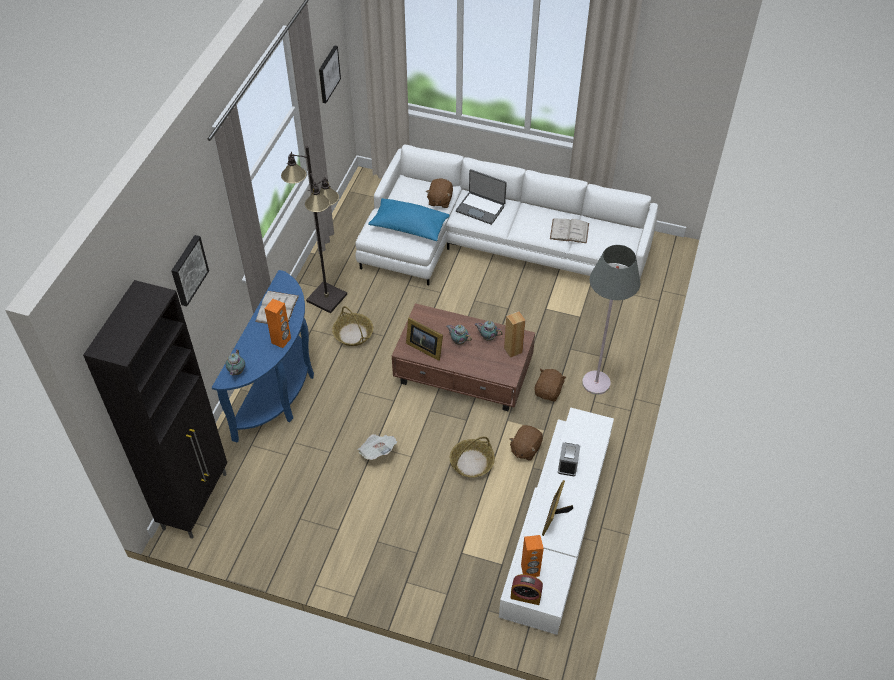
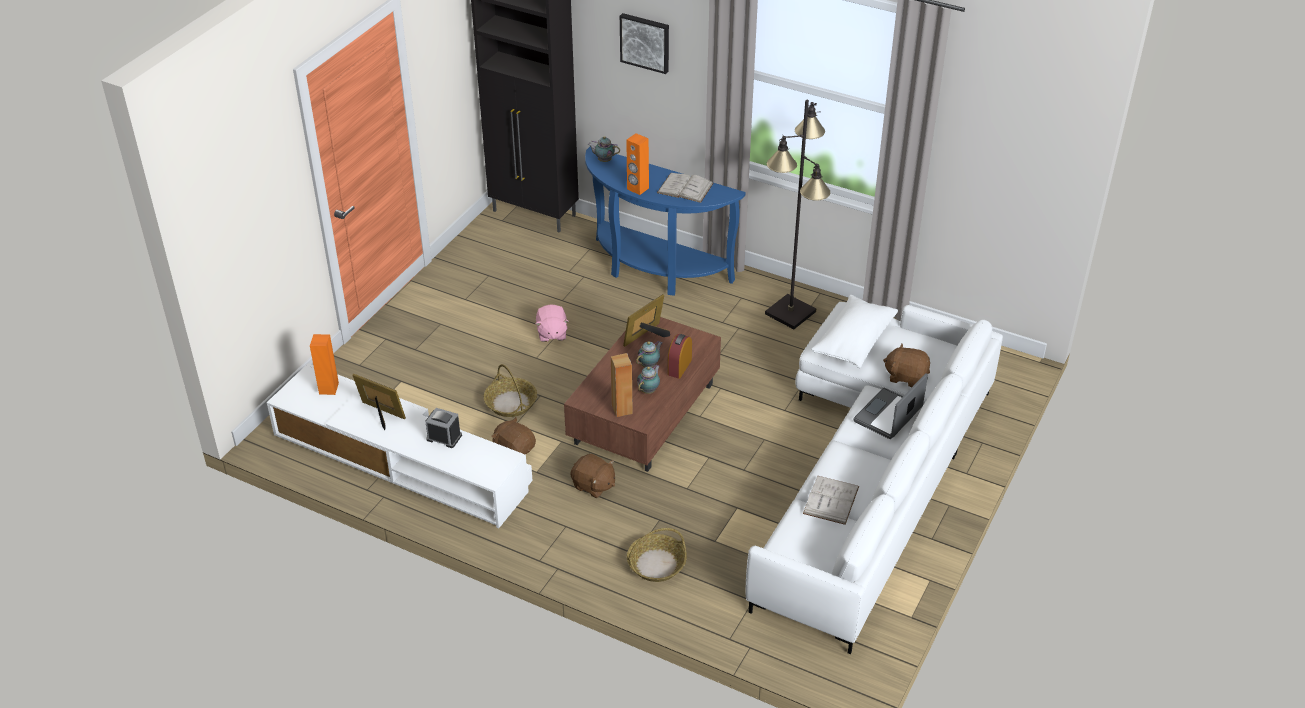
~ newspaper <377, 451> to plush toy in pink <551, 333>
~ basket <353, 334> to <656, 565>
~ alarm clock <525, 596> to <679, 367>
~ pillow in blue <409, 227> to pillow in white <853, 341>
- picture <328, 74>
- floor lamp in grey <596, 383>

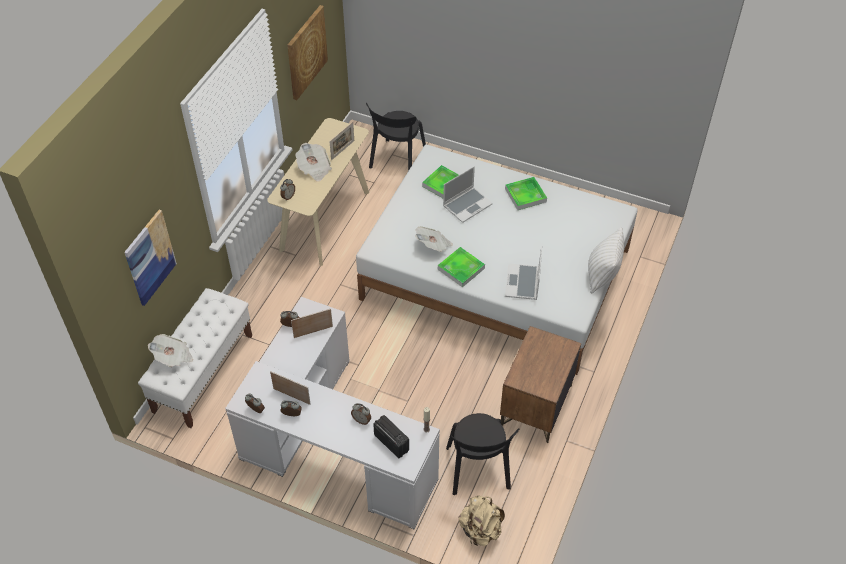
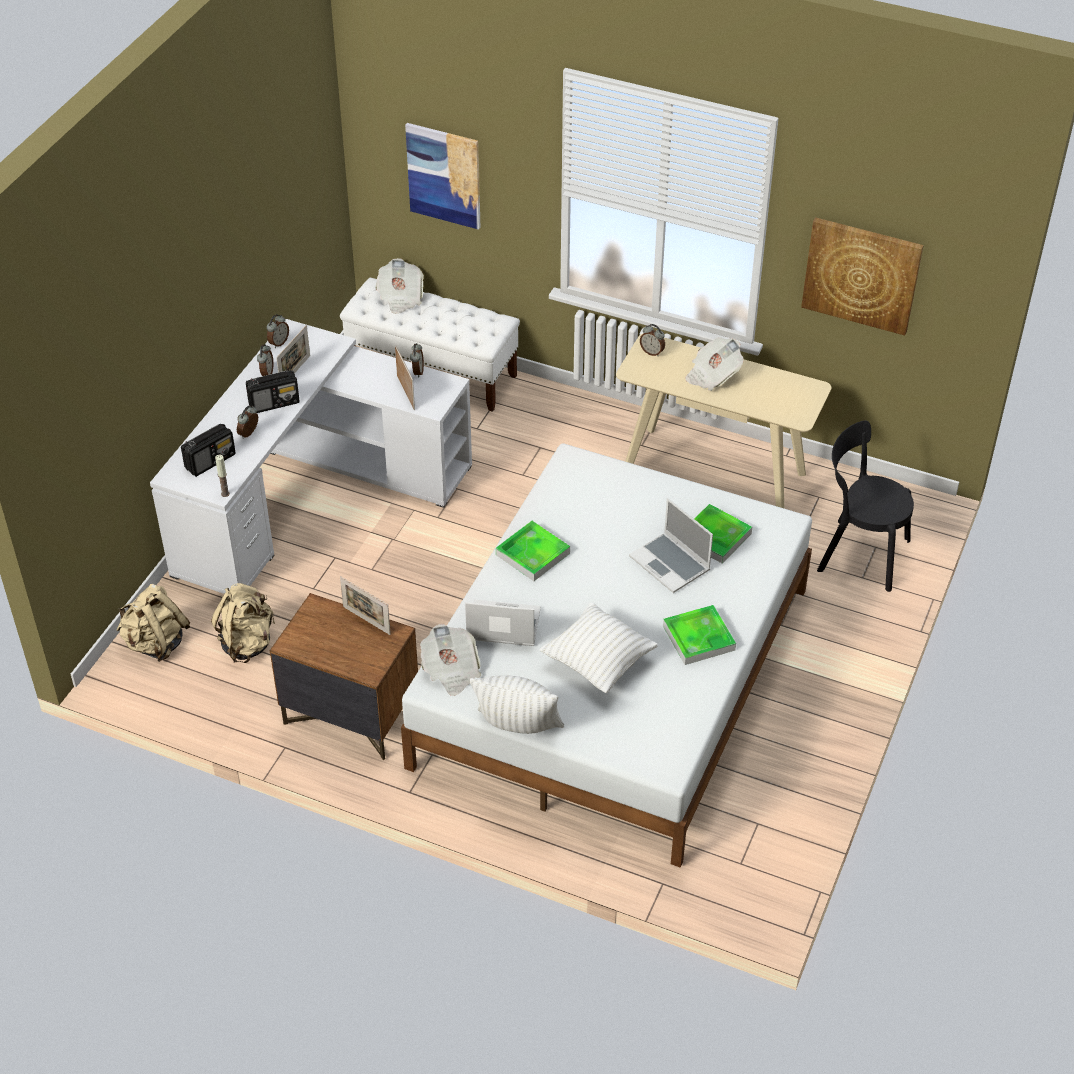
~ chair in black <478, 471> to backpack in beige <247, 643>
+ radio <274, 403>
~ picture frame <342, 150> to <366, 620>
~ newspaper <433, 245> to <451, 671>
+ pillow in white <598, 662>

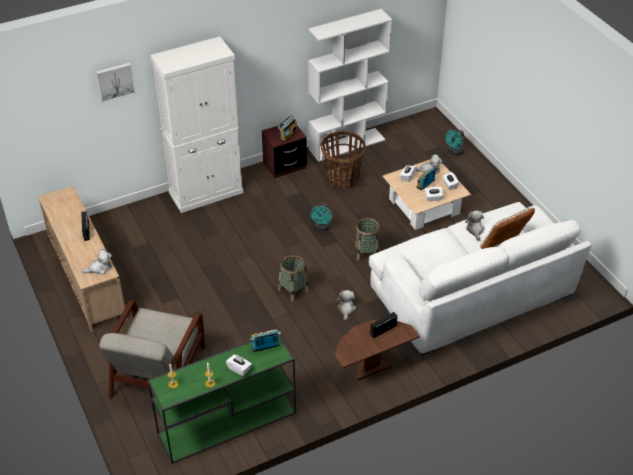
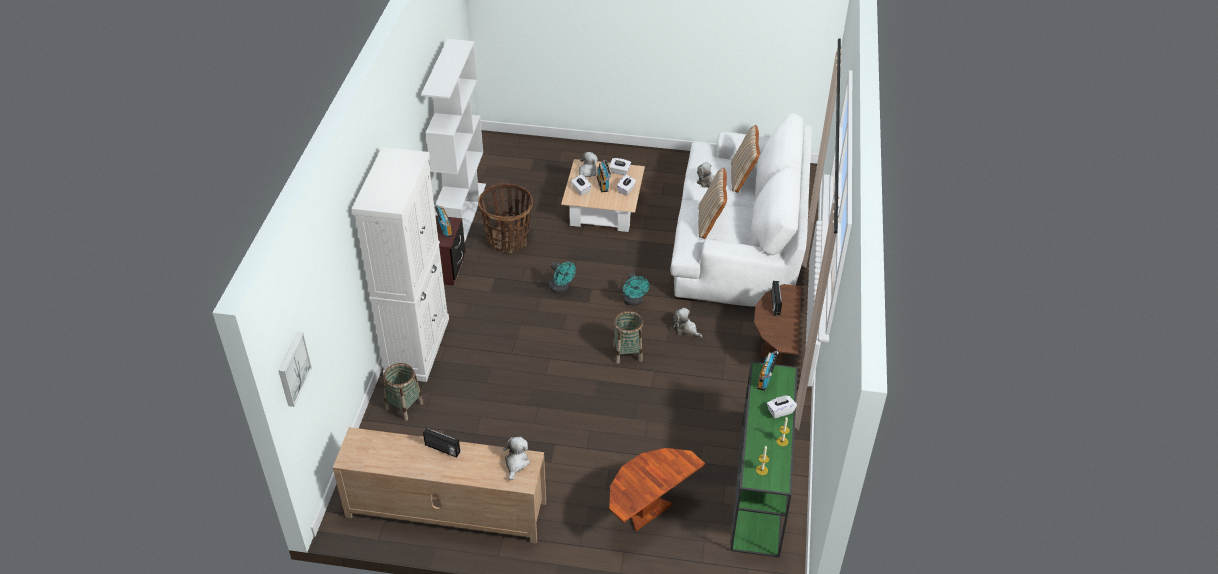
~ picture <115, 81> to <292, 369>
~ basket <366, 252> to <404, 406>
~ armchair in grey <157, 373> to side table in brown <648, 512>
~ fan in turquoise <454, 152> to <634, 302>
+ pillow in beige <710, 223>

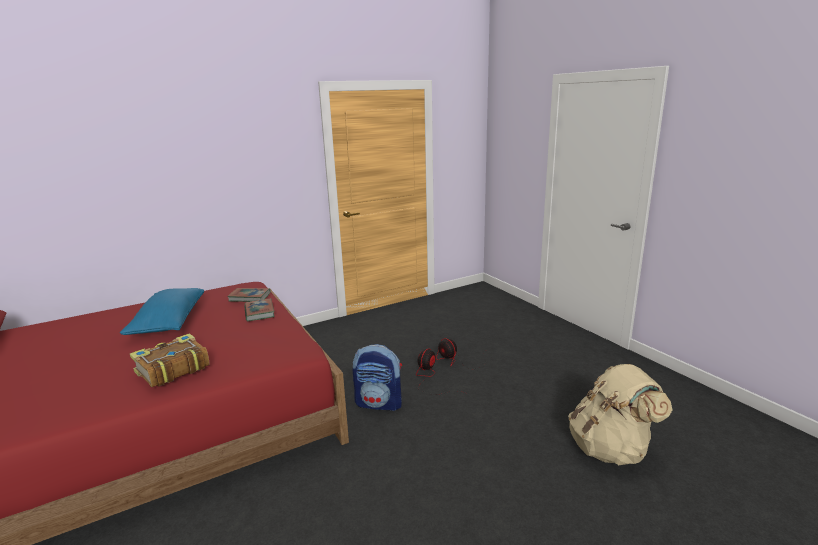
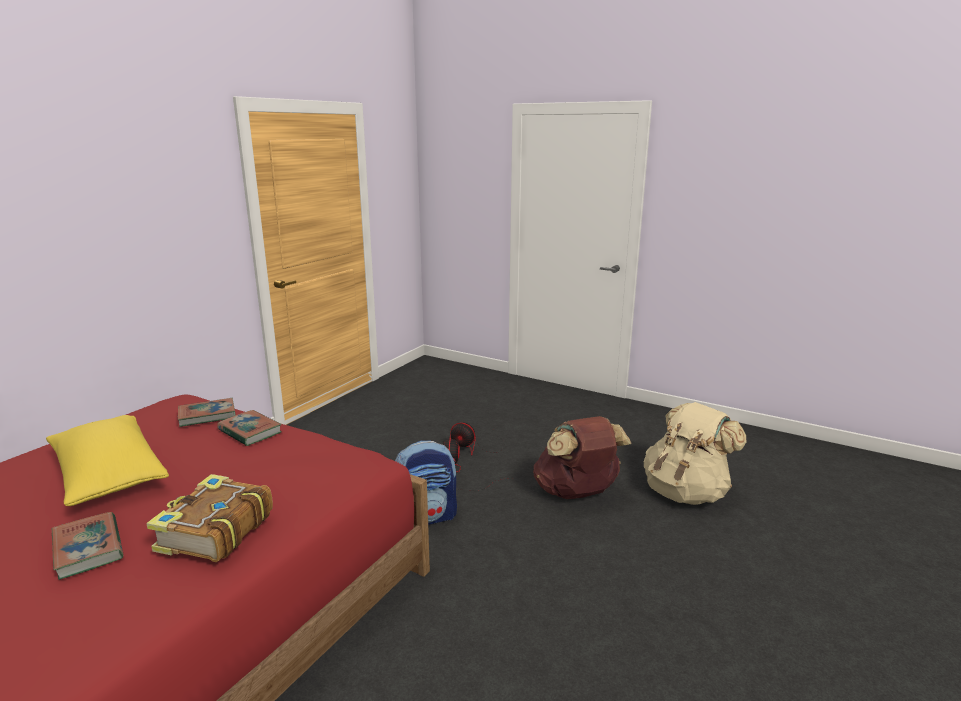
~ pillow in blue <169, 323> to pillow in yellow <109, 476>
+ book <88, 549>
+ backpack in brown <577, 493>

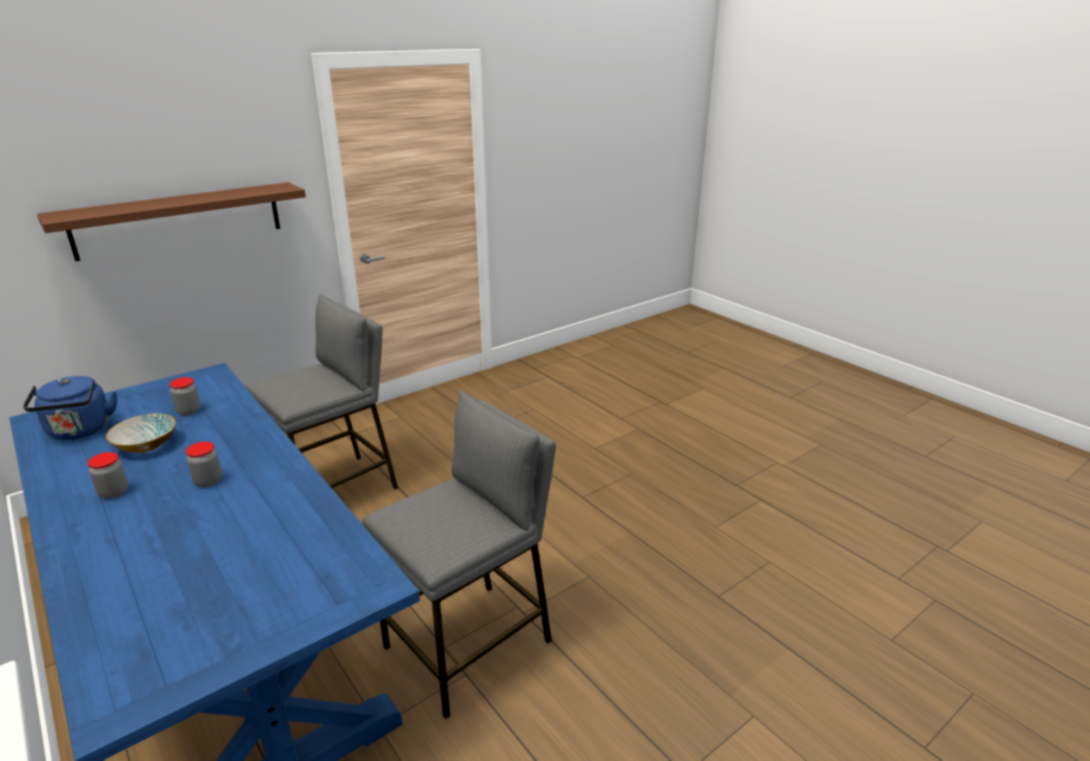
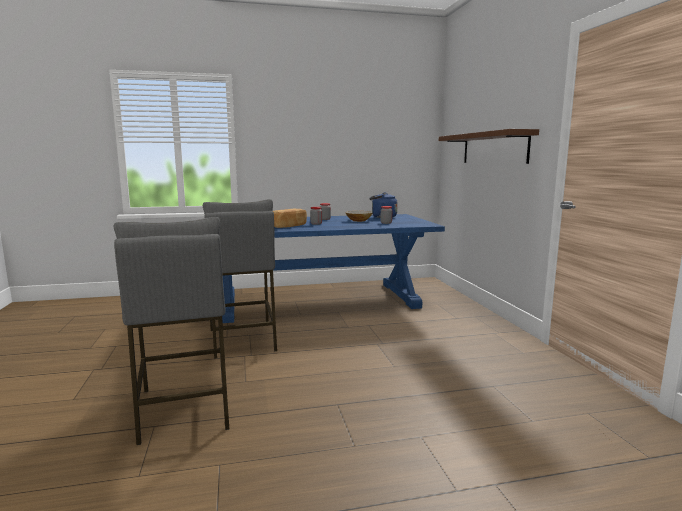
~ stool in grey <335, 491> to <184, 408>
+ bread <290, 226>

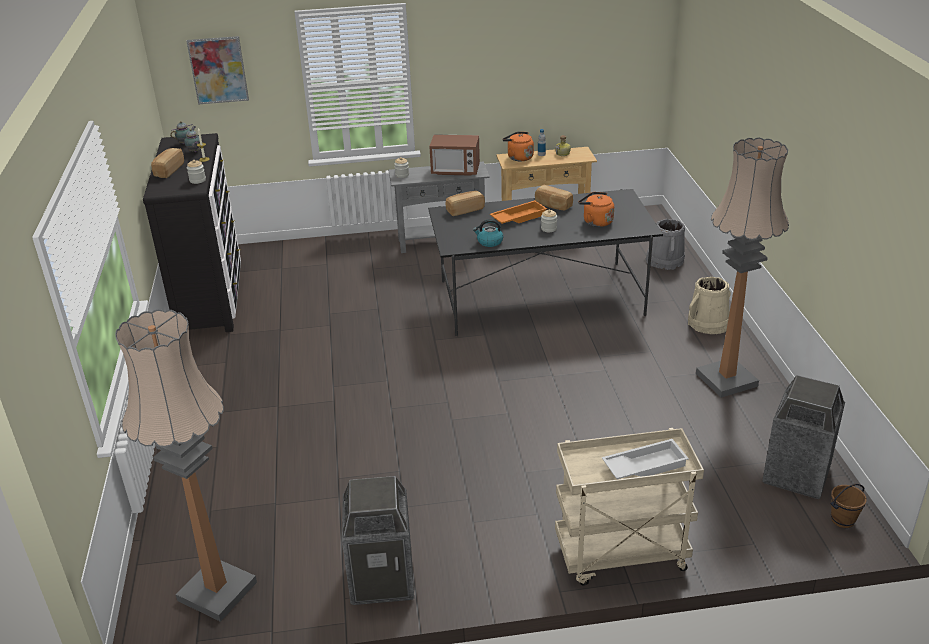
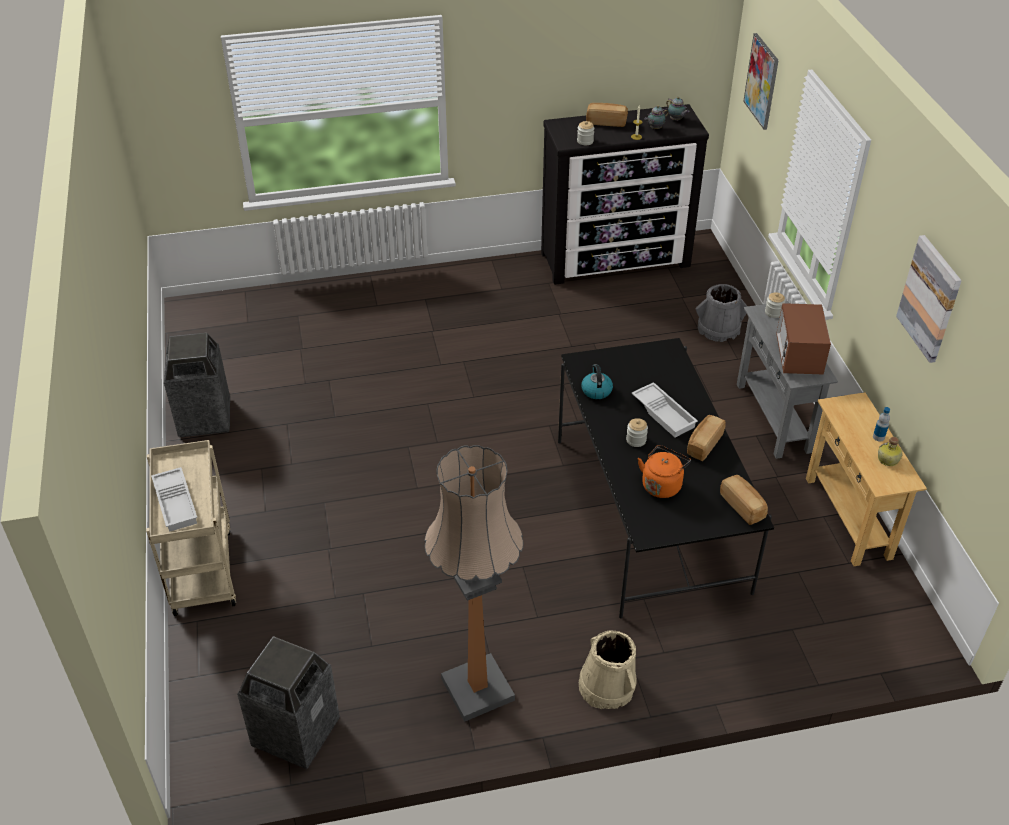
~ tray in orange <518, 217> to tray in white <664, 413>
~ bucket in grey <665, 261> to <718, 329>
~ bread <464, 210> to <743, 506>
+ picture <930, 298>
- floor lamp <217, 591>
- kettle in orange <518, 157>
- bucket in brown <843, 520>

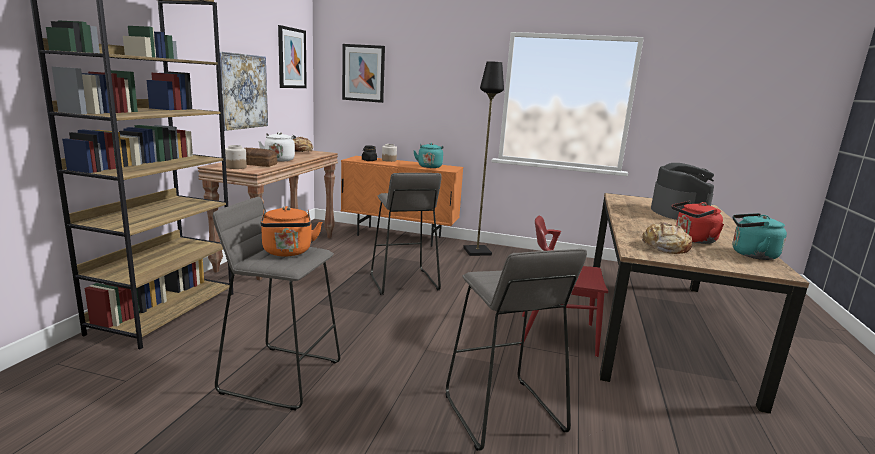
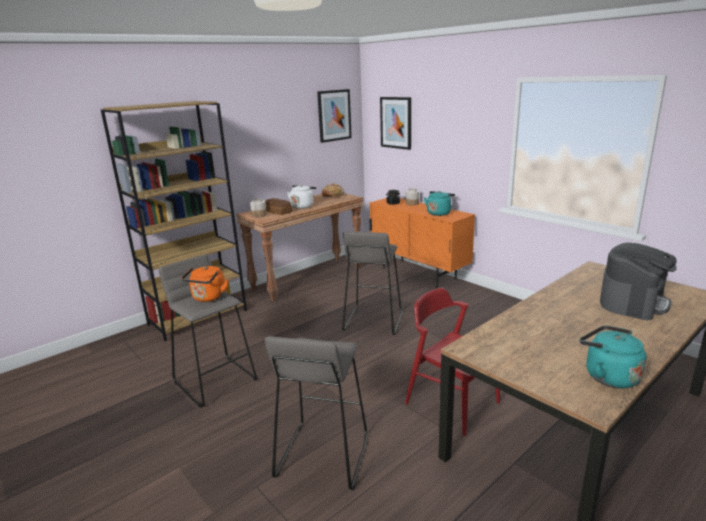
- picture <242, 91>
- floor lamp in black <477, 251>
- bread <664, 247>
- kettle in red <693, 240>

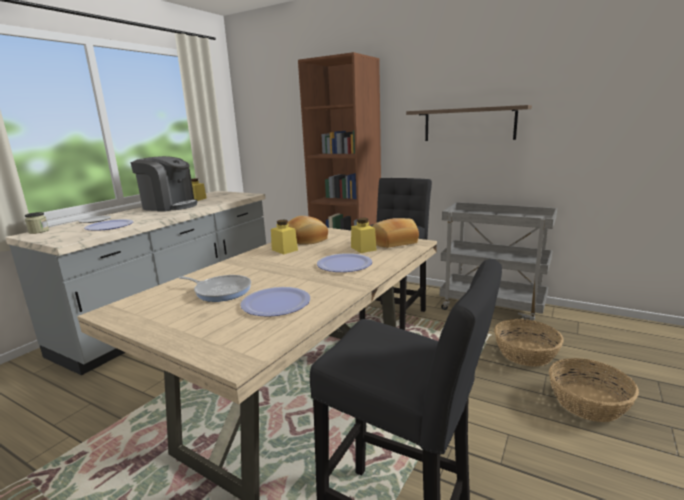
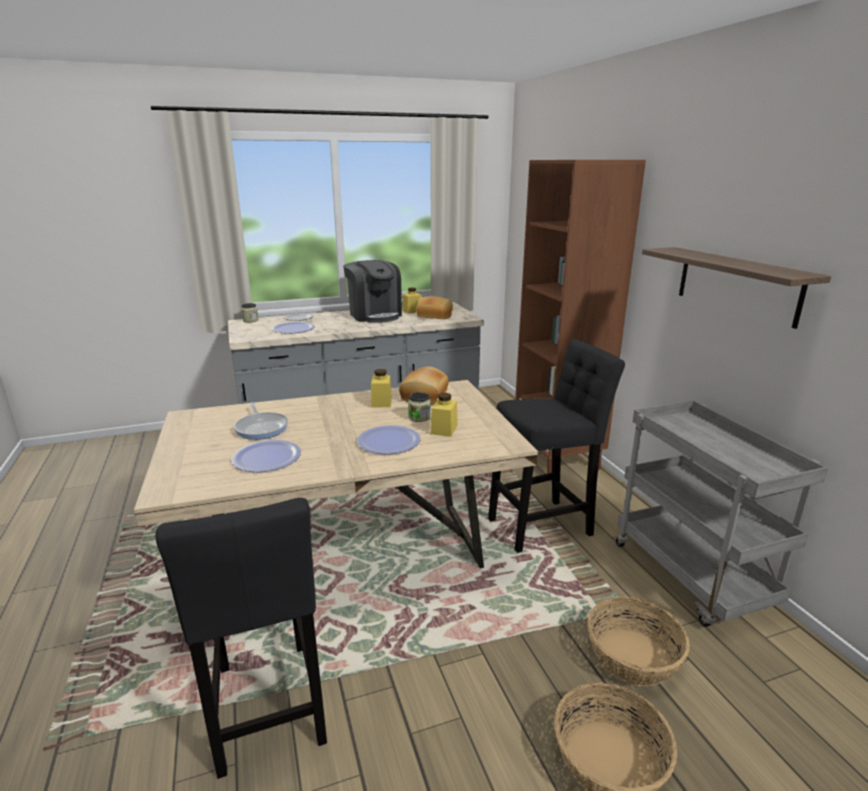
+ jar <419, 417>
~ bread <394, 242> to <435, 316>

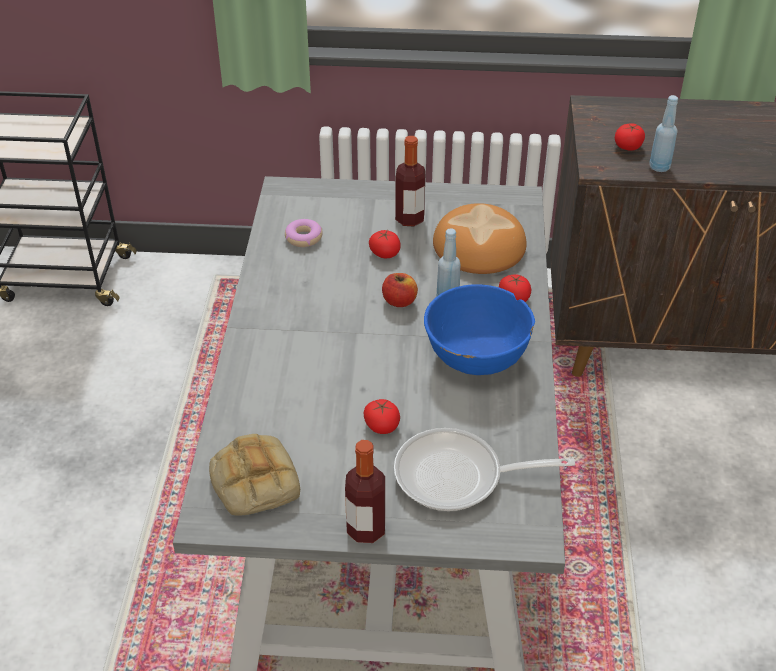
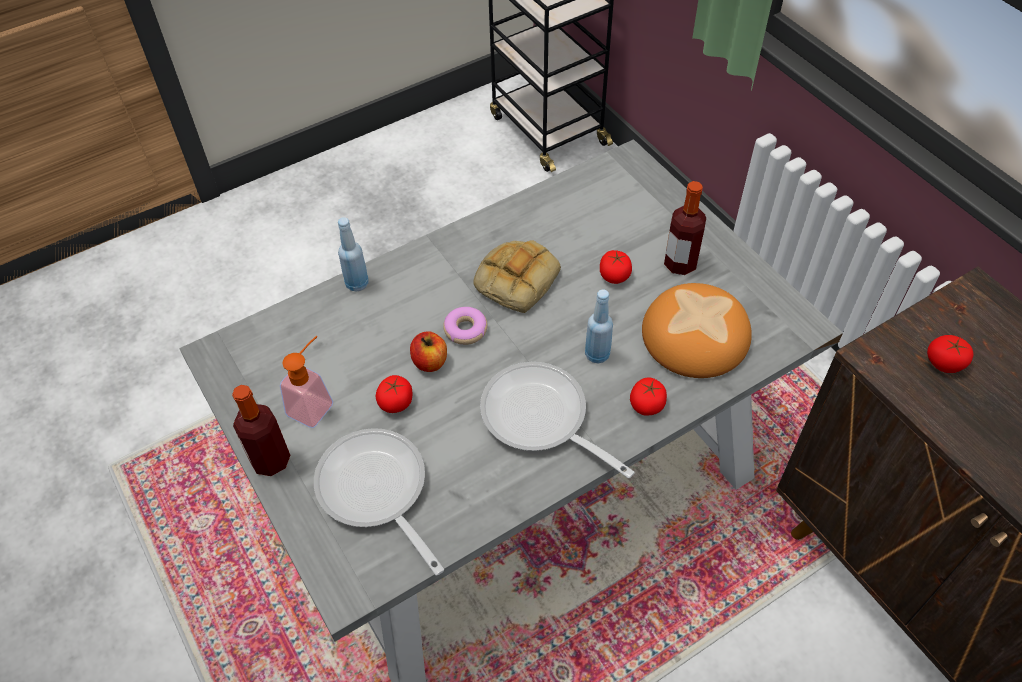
+ soap dispenser <315, 403>
~ bottle in blue <659, 167> to <357, 283>
~ apple <399, 301> to <430, 362>
~ donut <303, 238> to <465, 329>
~ bread <253, 481> to <516, 278>
~ bowl in blue <476, 355> to frying pan <540, 419>

